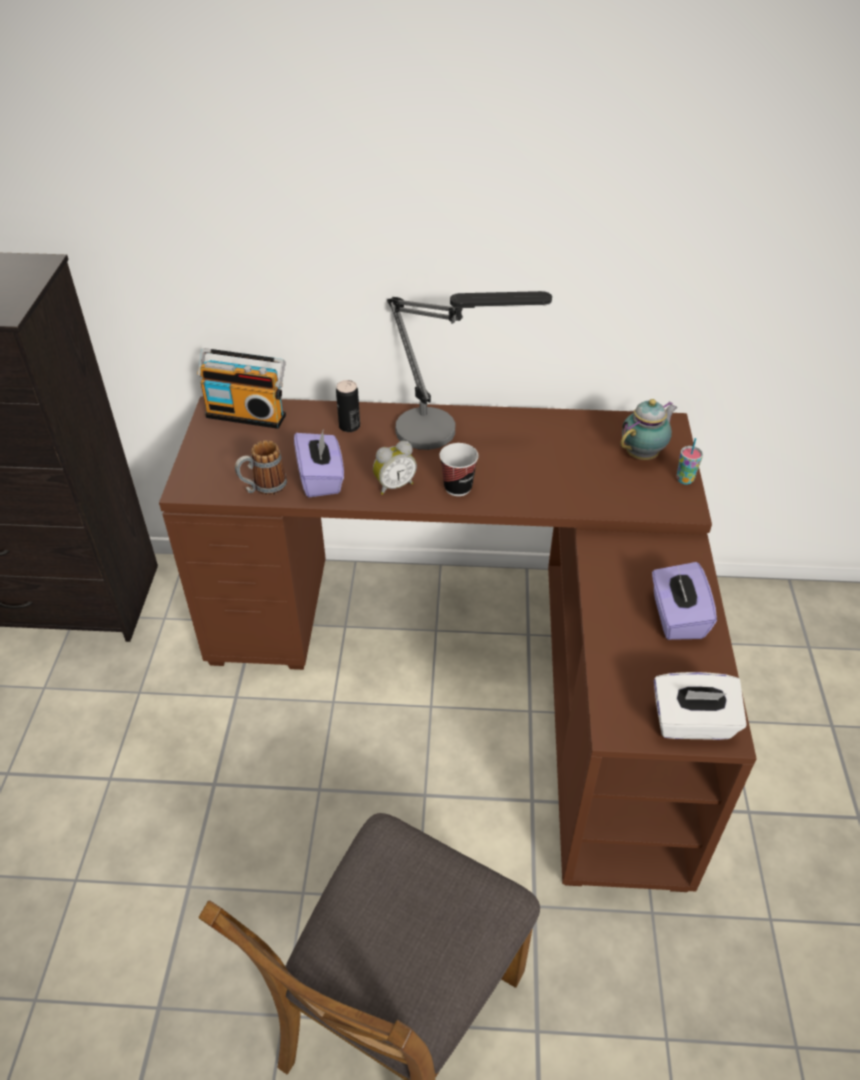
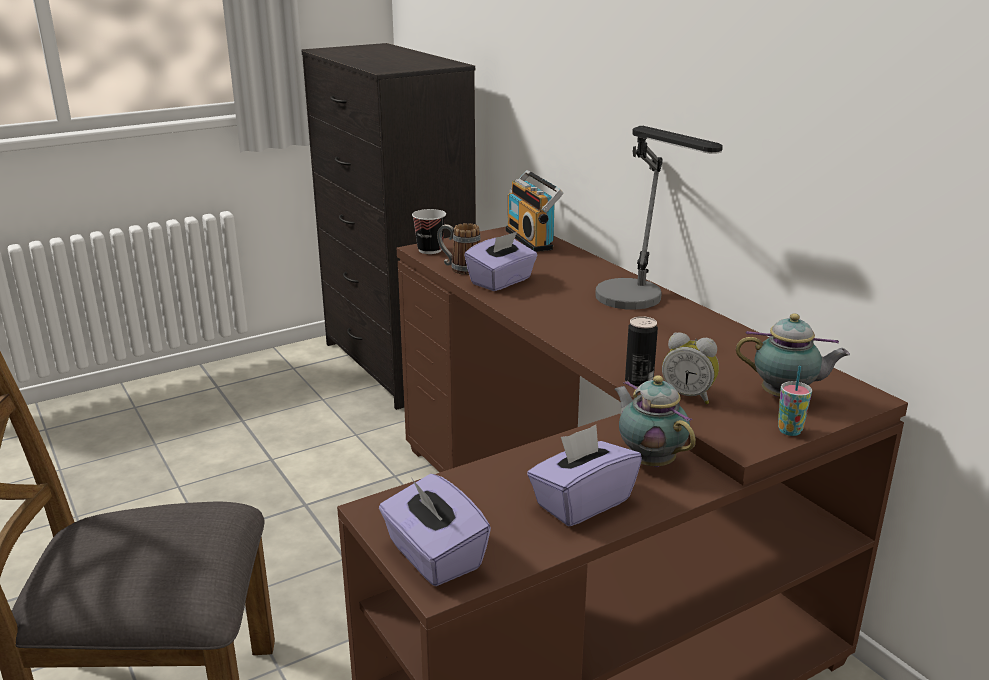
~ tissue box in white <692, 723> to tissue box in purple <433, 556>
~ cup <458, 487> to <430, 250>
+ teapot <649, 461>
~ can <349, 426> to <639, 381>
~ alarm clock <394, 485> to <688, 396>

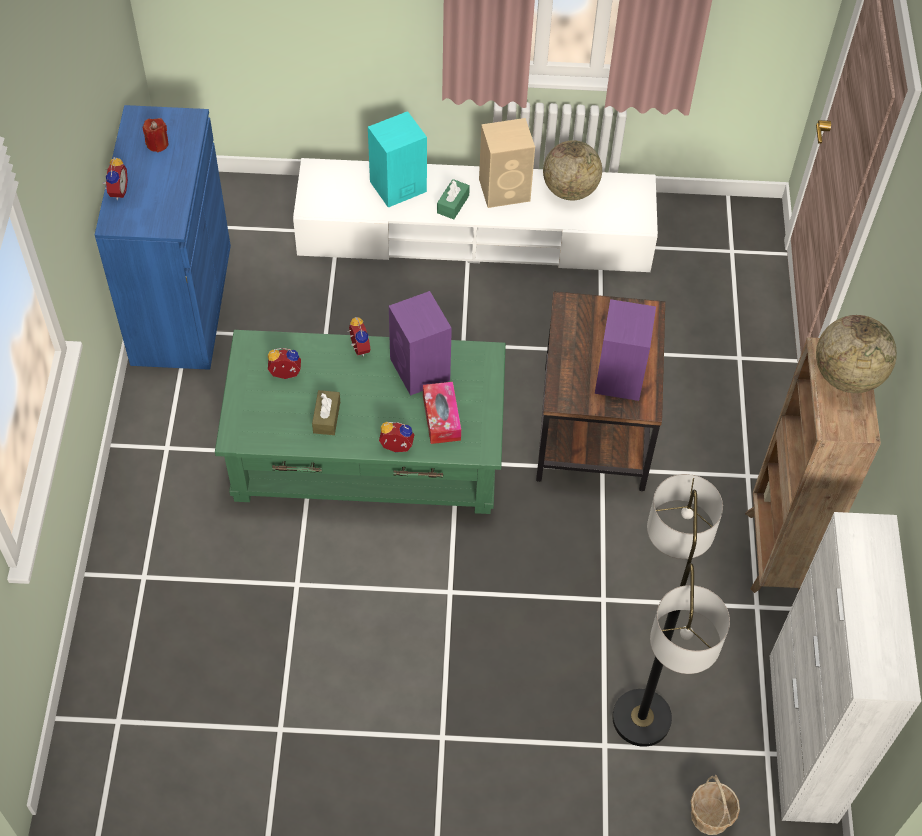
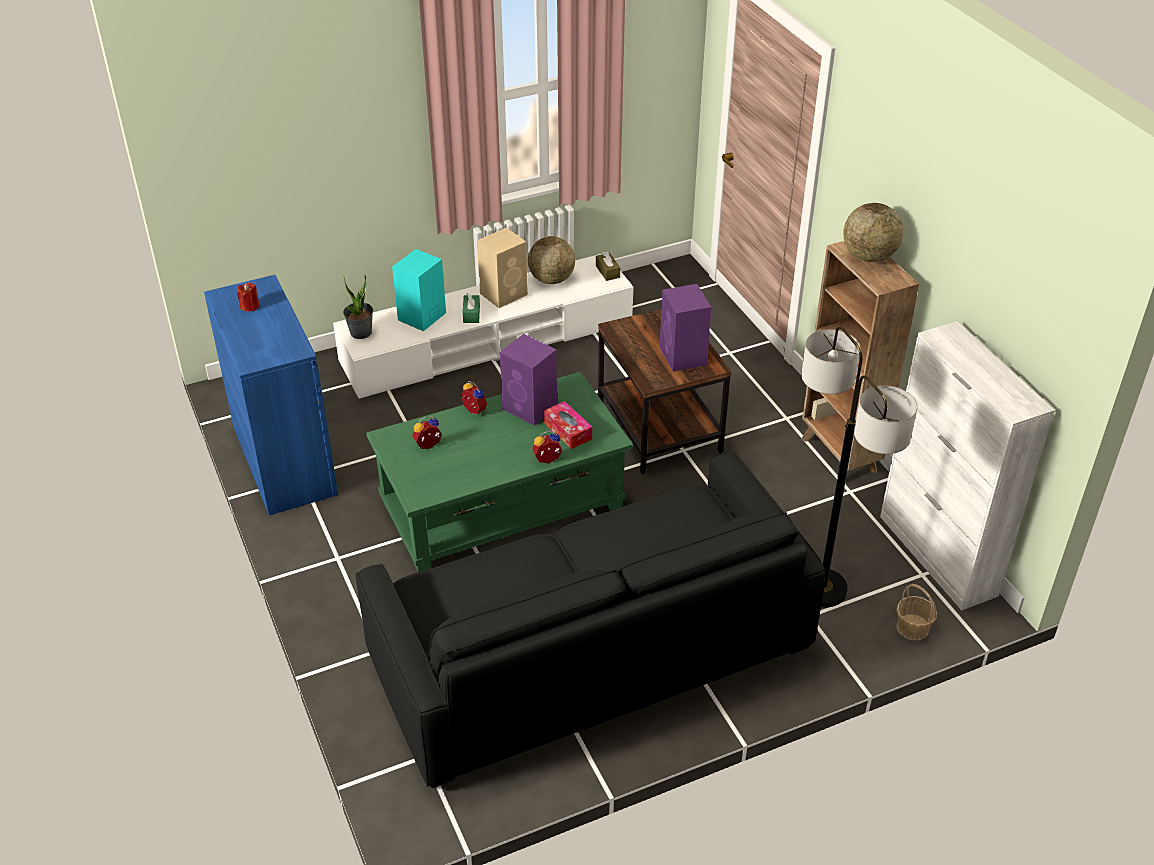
+ potted plant <361, 332>
+ sofa in black <590, 653>
~ tissue box in brown <326, 417> to <607, 271>
- alarm clock <117, 191>

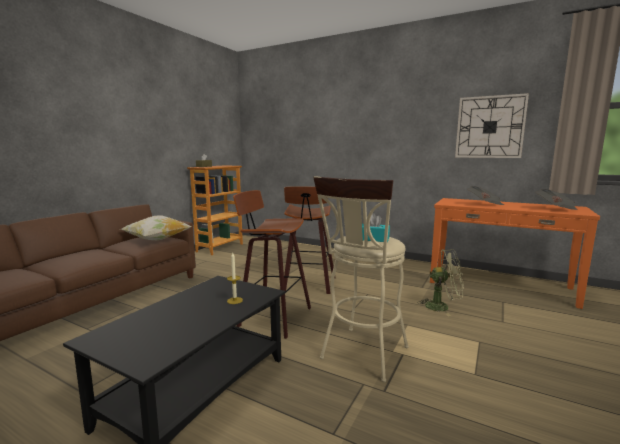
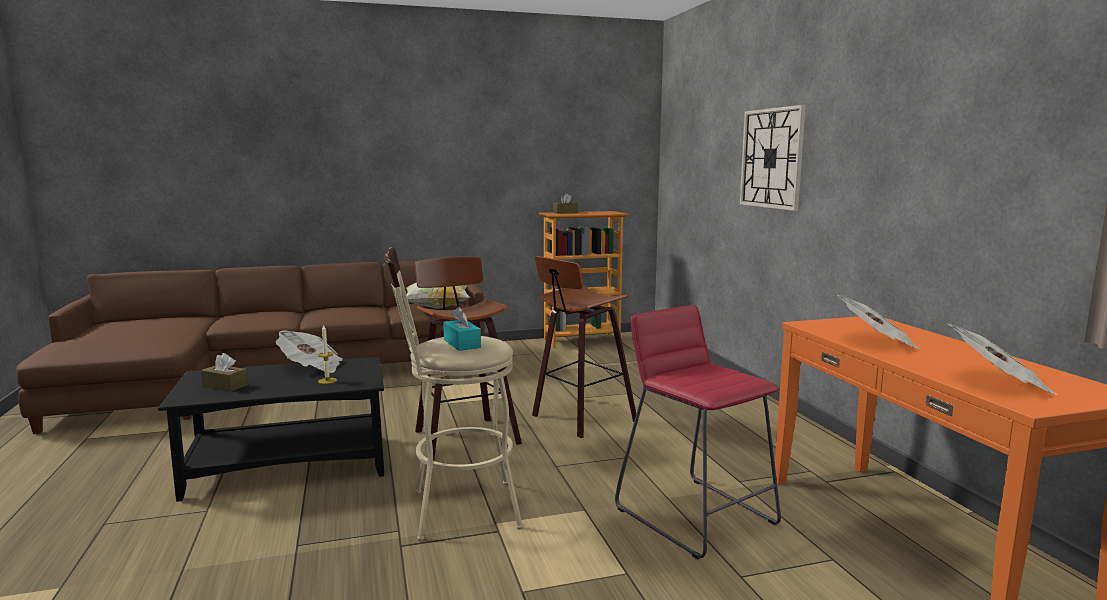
+ tissue box in brown <225, 385>
+ newspaper <311, 367>
~ fan in green <442, 306> to stool in red <695, 515>
~ wall clock <489, 127> to <771, 158>

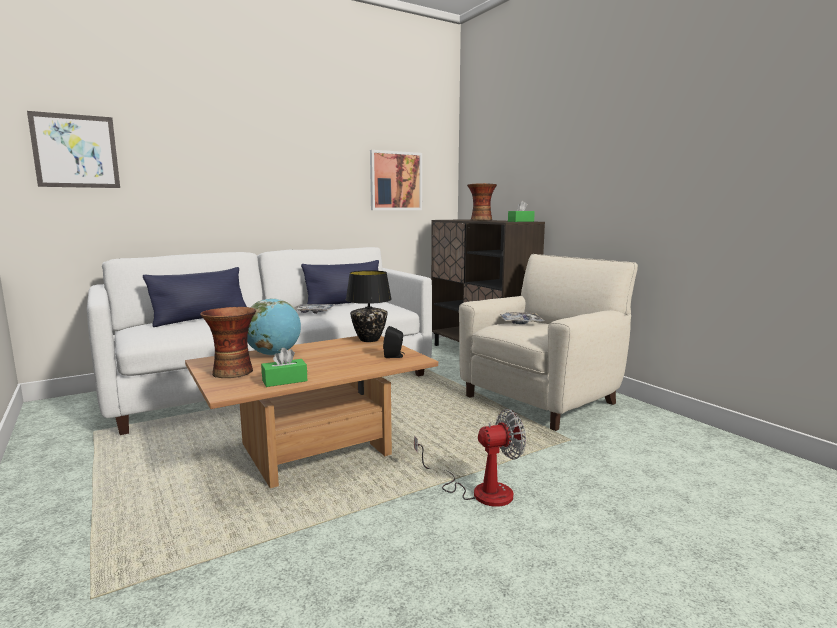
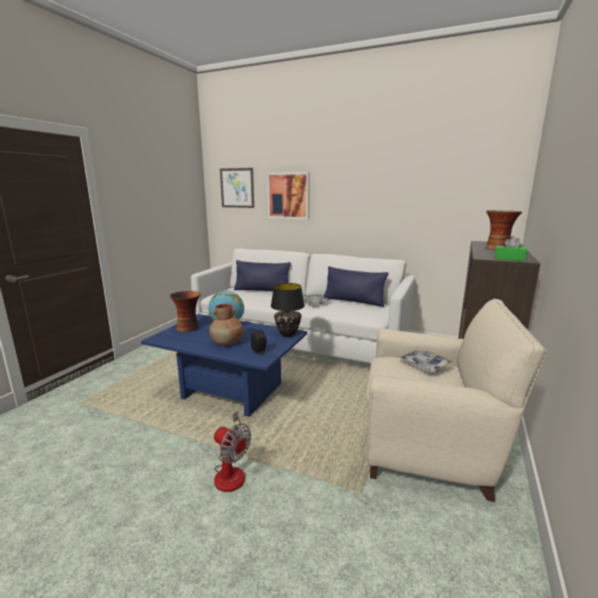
~ coffee table in brown <315, 452> to coffee table in blue <230, 392>
+ vase in brown <227, 343>
~ picture <395, 181> to <288, 195>
- tissue box in green <284, 381>

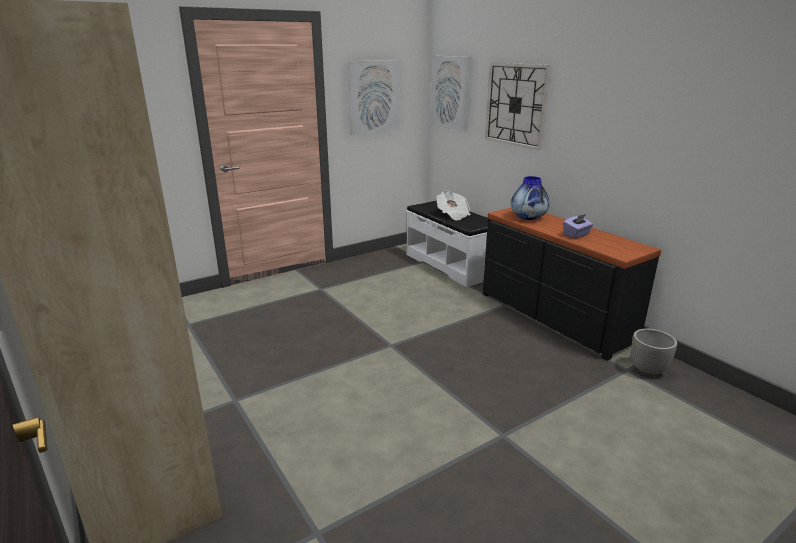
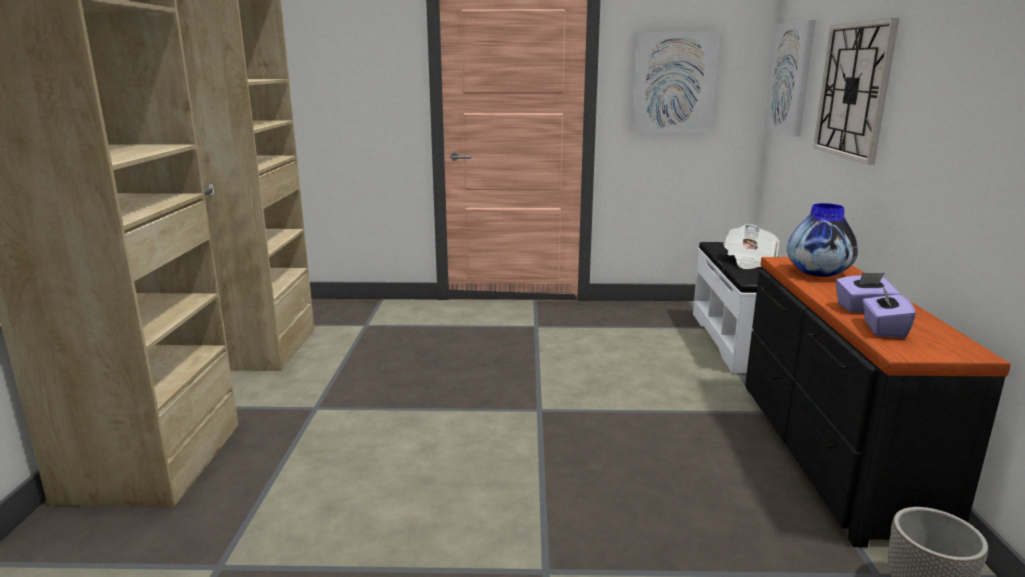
+ tissue box in purple <883, 329>

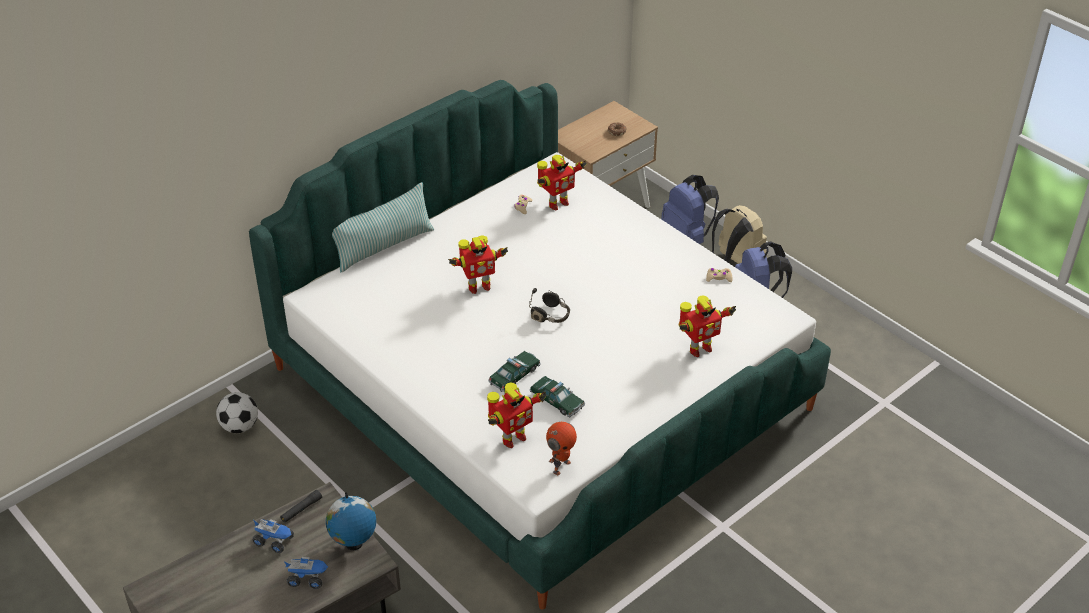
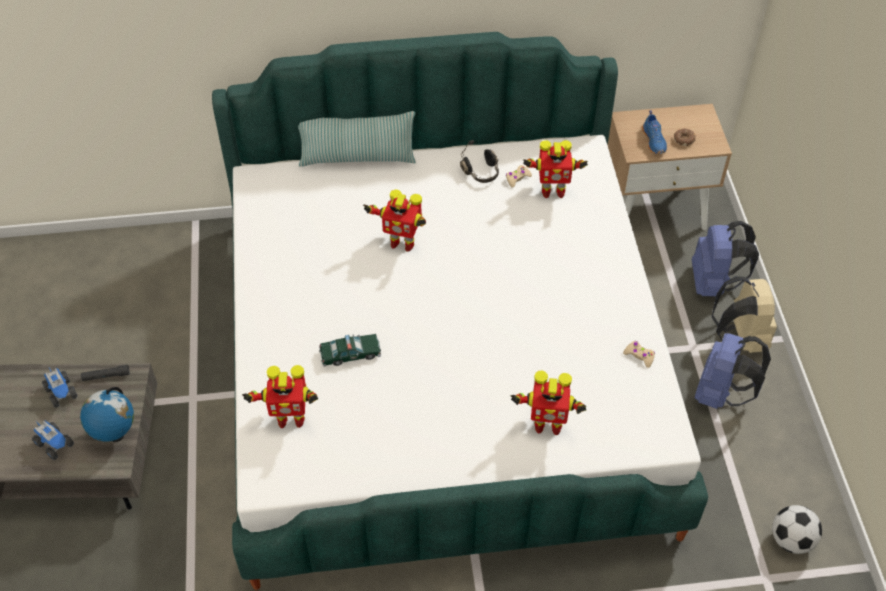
~ headphones in black <551, 315> to <482, 173>
+ shoe in blue <654, 141>
~ football <240, 426> to <791, 540>
- toy car <557, 401>
- toy robot <560, 466>

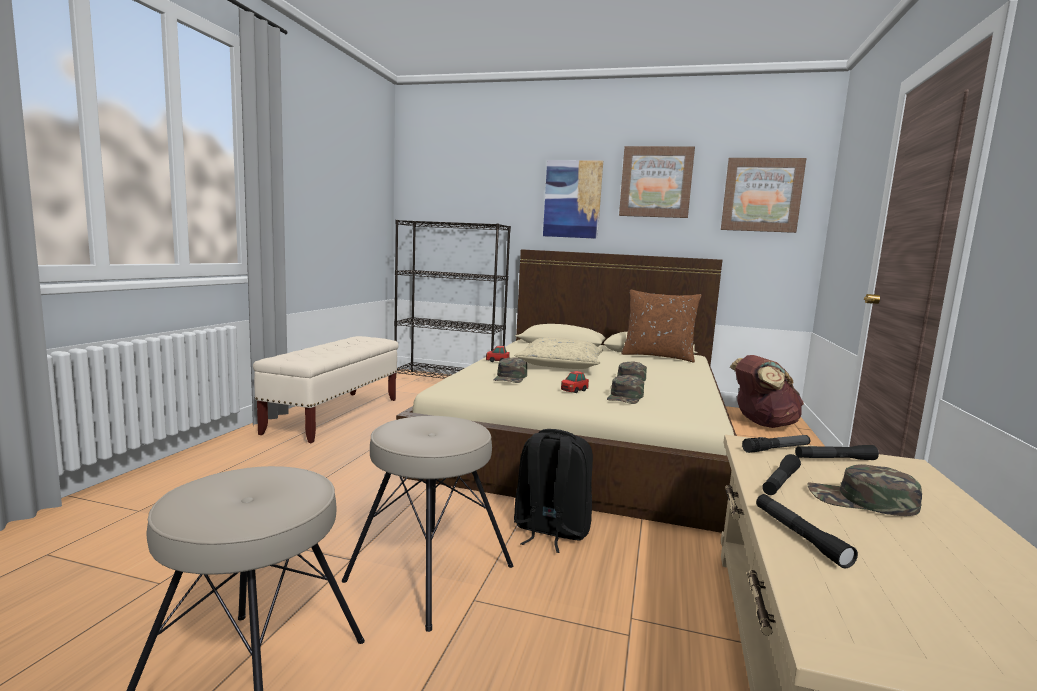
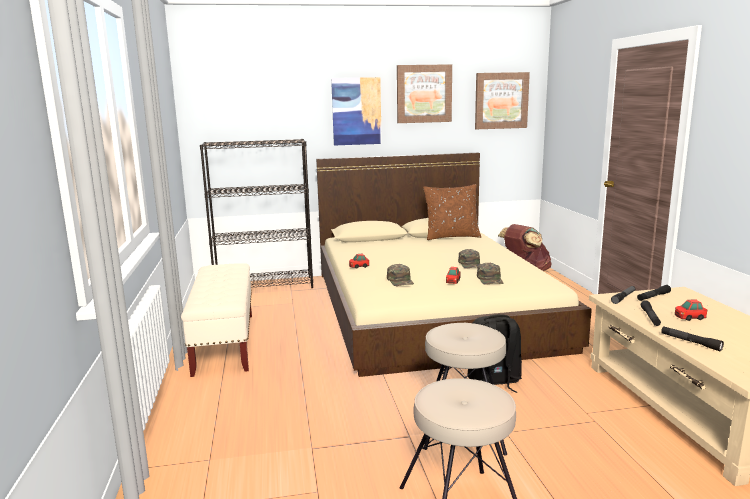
~ cap in green <861, 500> to toy car <689, 317>
- pillow in beige <560, 365>

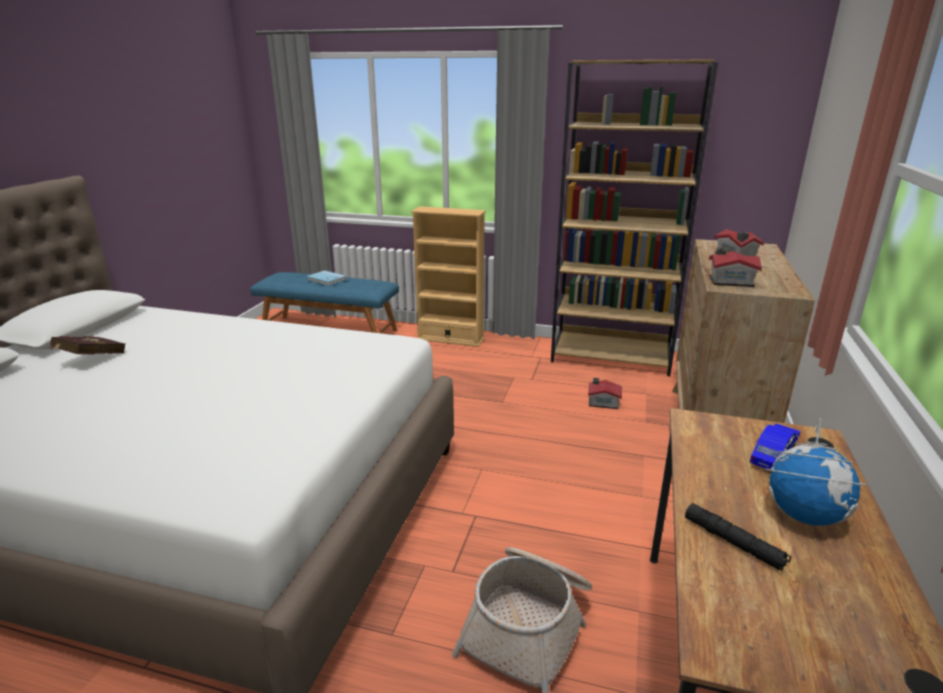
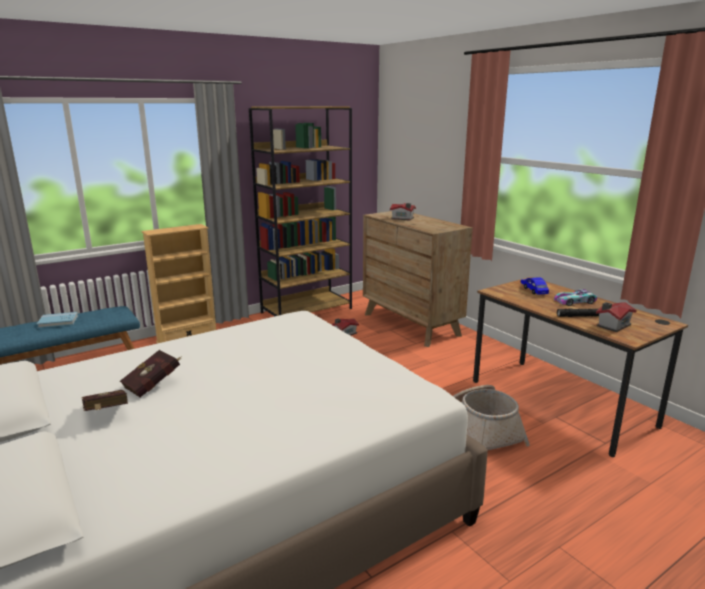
+ book in red <154, 385>
~ globe <805, 515> to toy car <574, 301>
~ toy house <729, 281> to <612, 325>

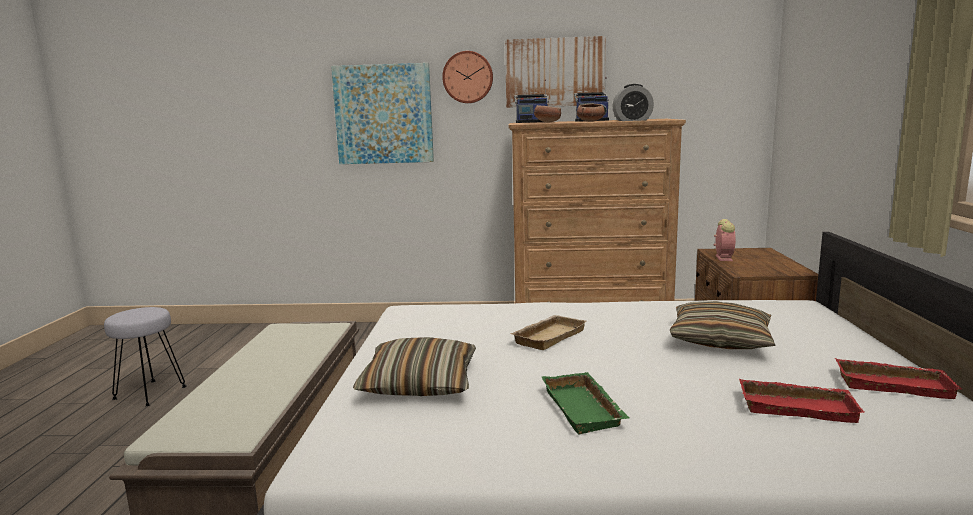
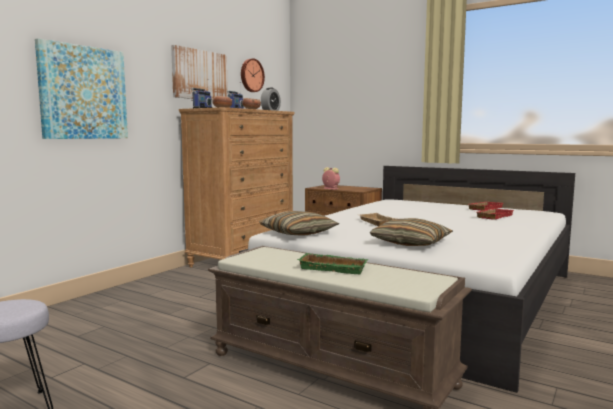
~ wall clock <468, 77> to <251, 75>
~ pillow <720, 340> to <298, 233>
~ tray in green <585, 409> to <334, 267>

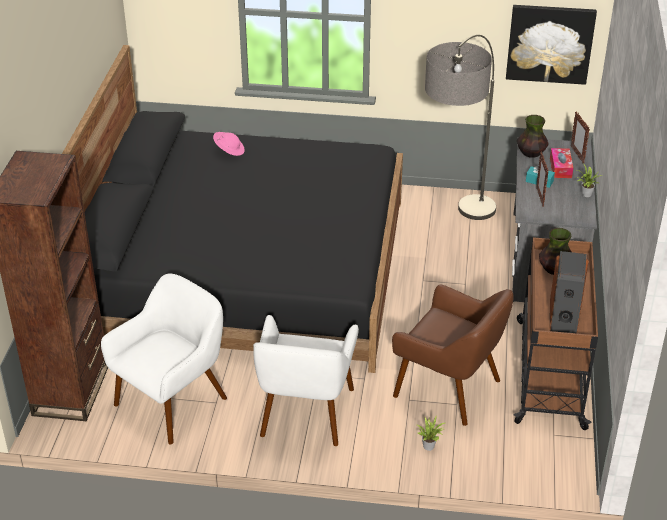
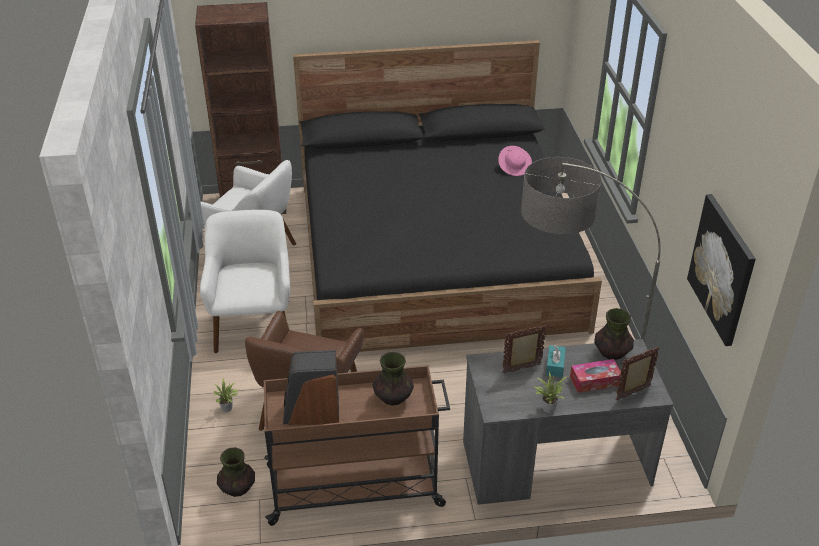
~ armchair in white <305, 413> = <254, 325> 90 degrees clockwise
+ vase <237, 488>

